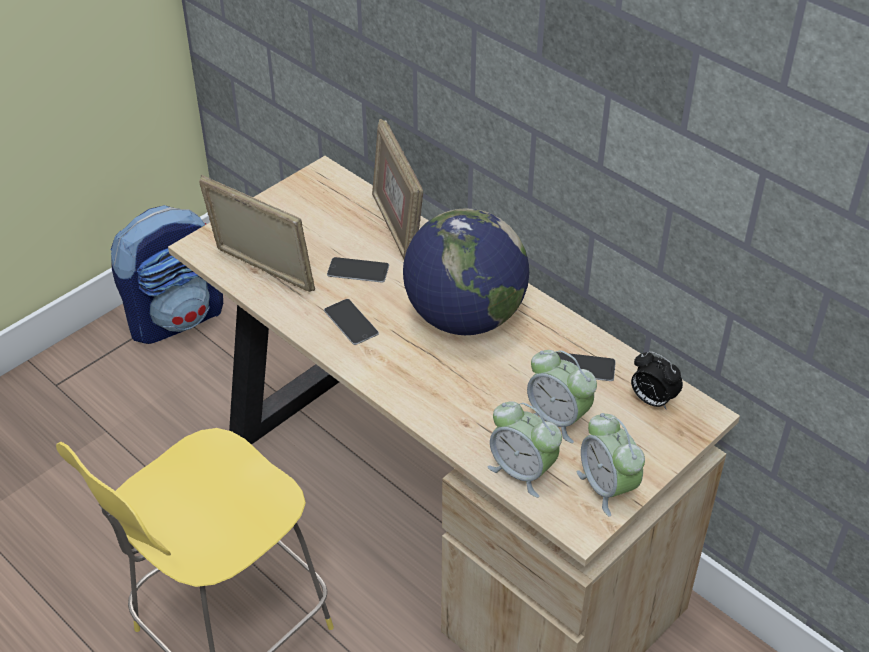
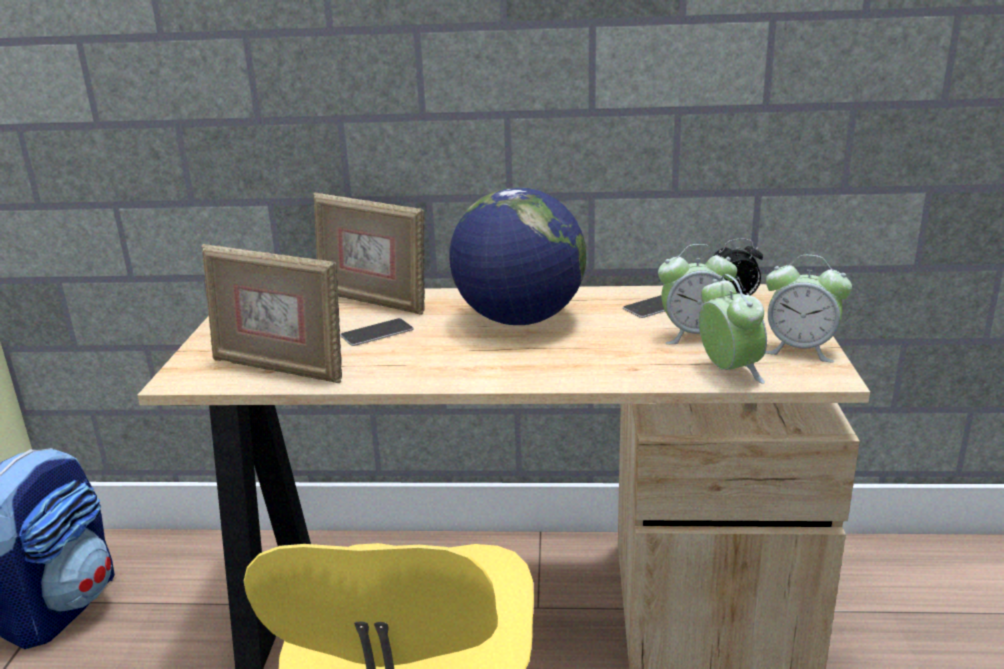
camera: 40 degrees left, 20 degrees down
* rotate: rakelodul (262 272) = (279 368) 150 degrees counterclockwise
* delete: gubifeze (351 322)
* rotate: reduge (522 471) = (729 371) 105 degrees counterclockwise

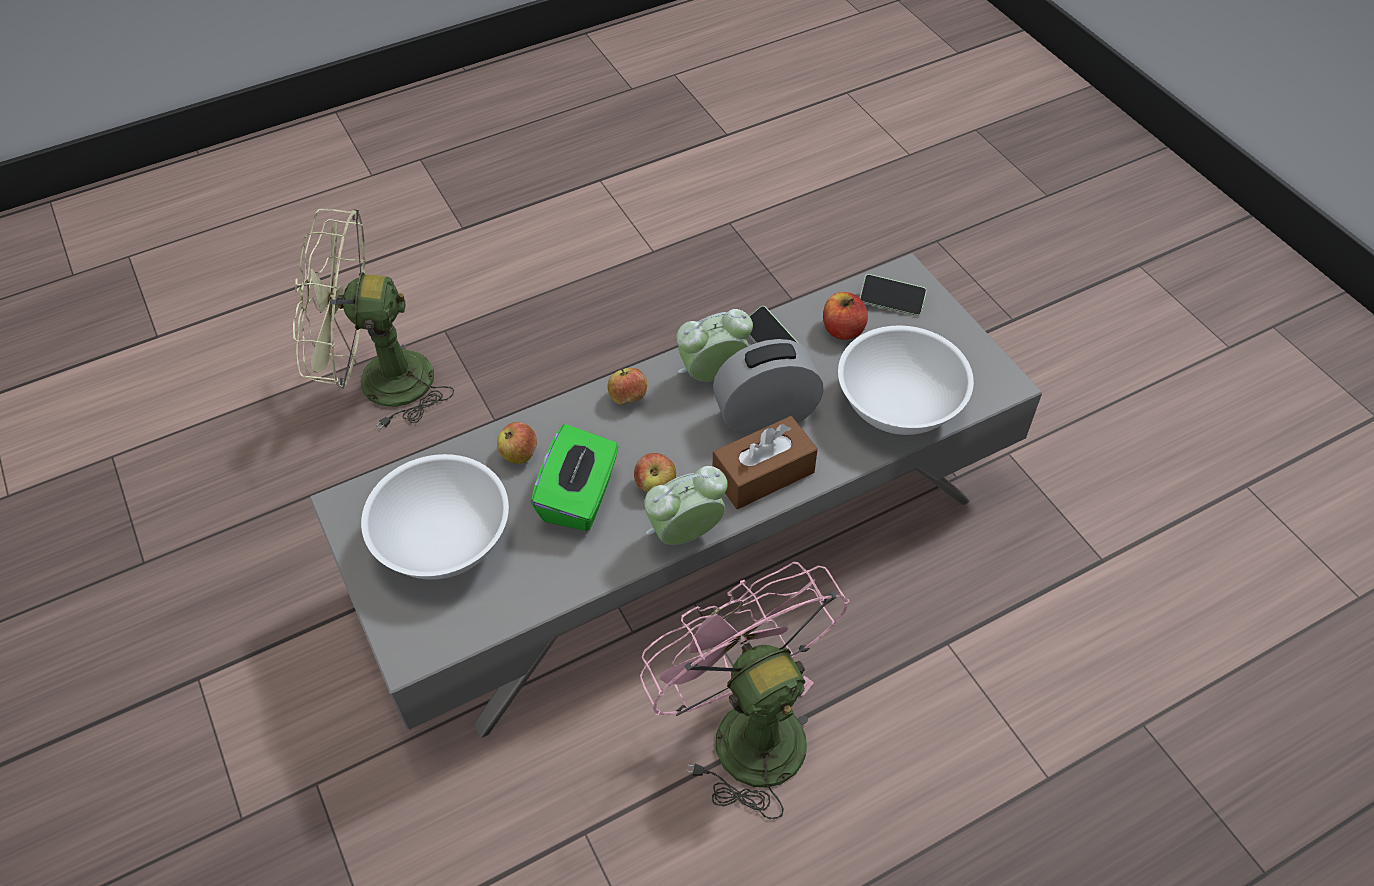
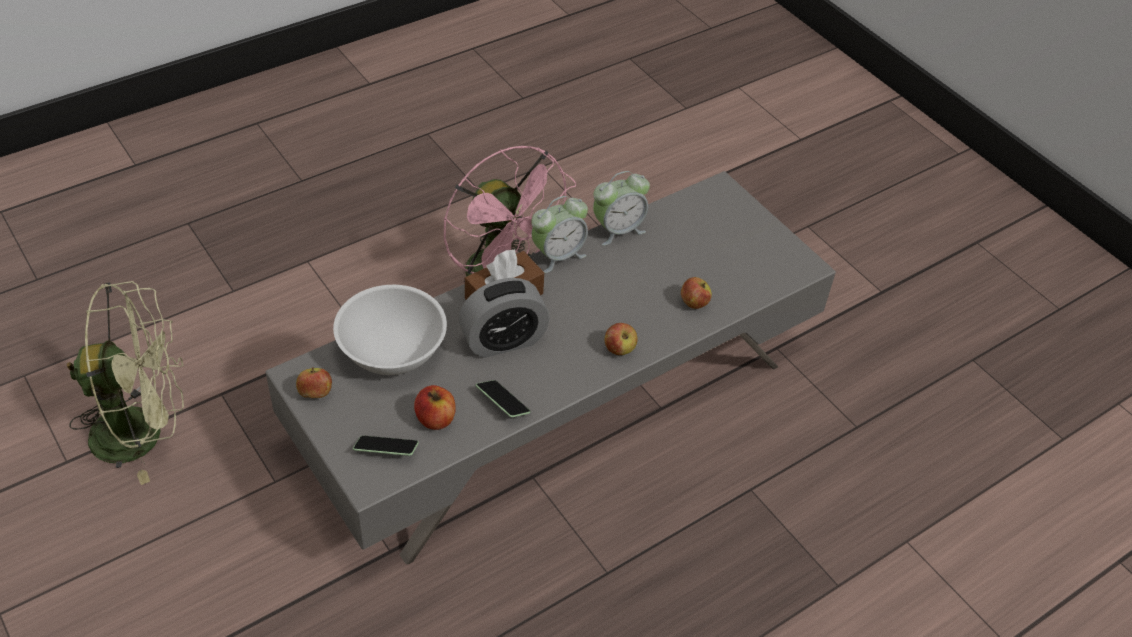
camera: 170 degrees right, 5 degrees down
* move: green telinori (379 383) to (143 432)
* move: reduge (713 375) to (618 230)
* delete: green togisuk (579 497)
* move: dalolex (655 485) to (315 393)
* delete: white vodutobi (444 540)

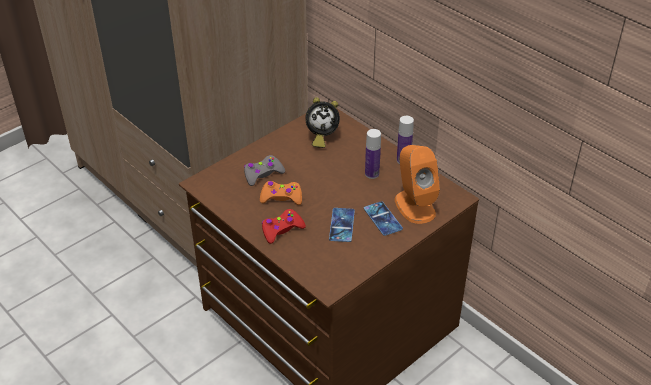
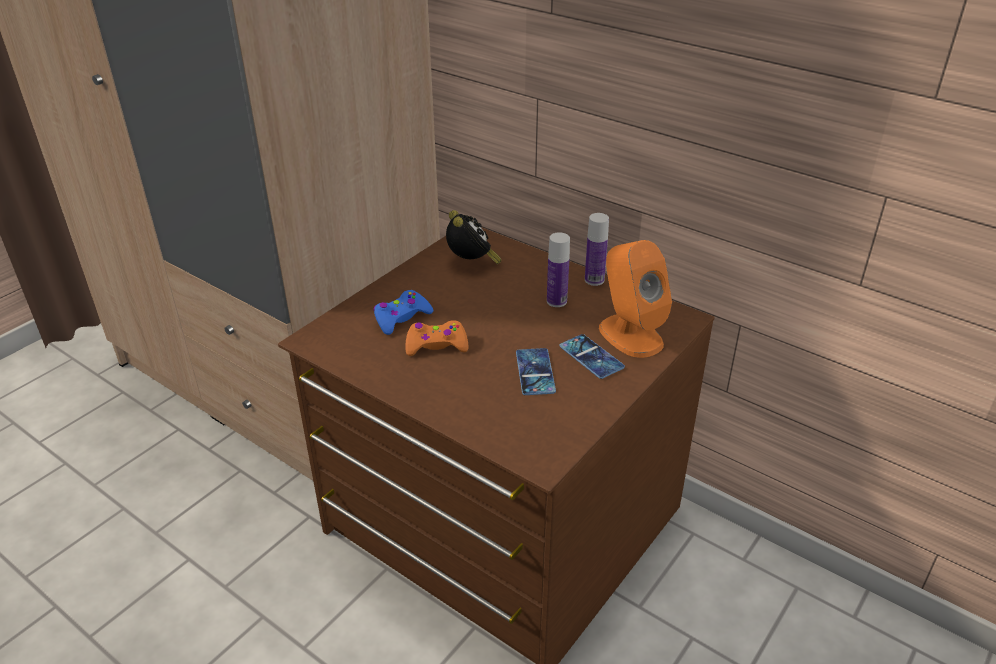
camera: 10 degrees left, 5 degrees down
* rotate: reduge (321 137) = (472 263) 90 degrees counterclockwise
* recolor: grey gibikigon (263 174) to blue gibikigon (401 318)
* delete: red gibikigon (282 230)

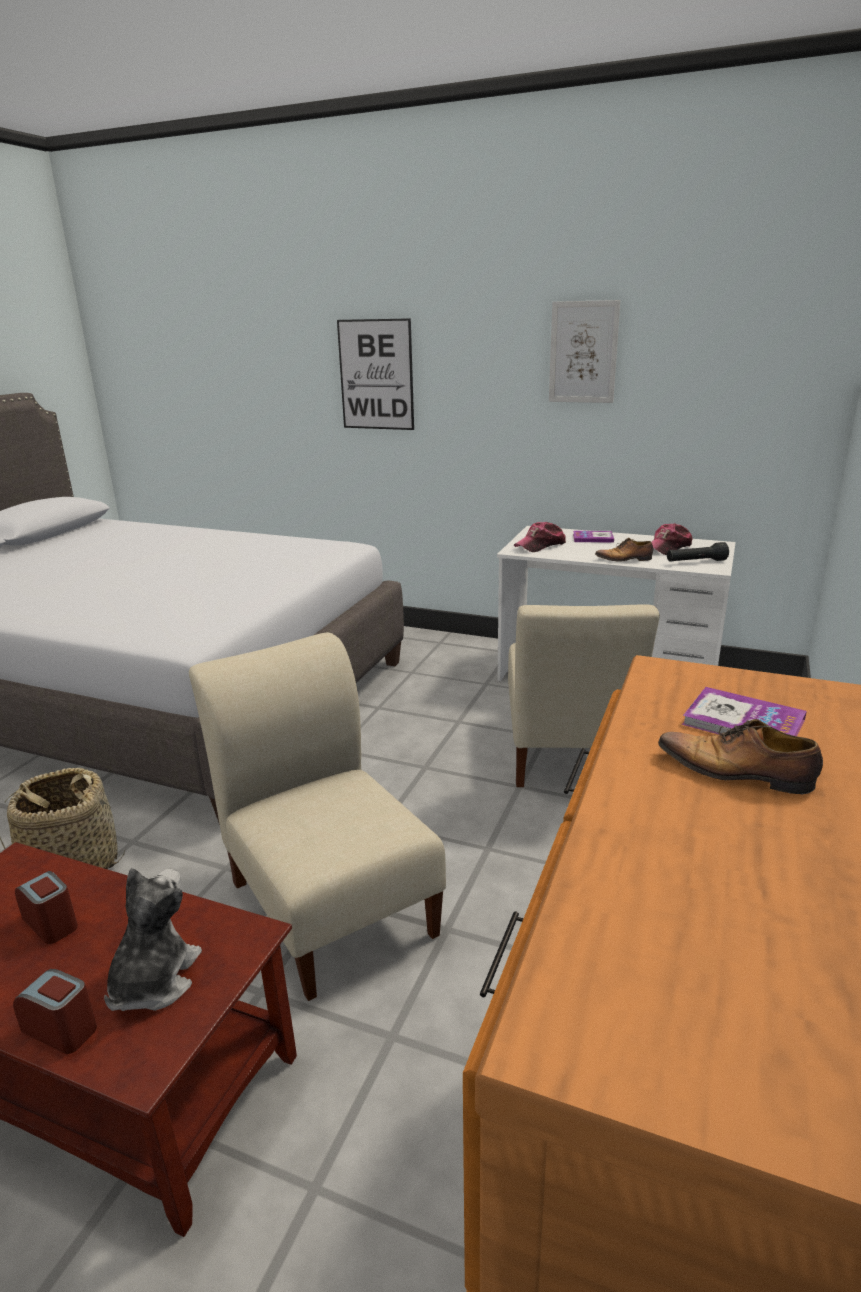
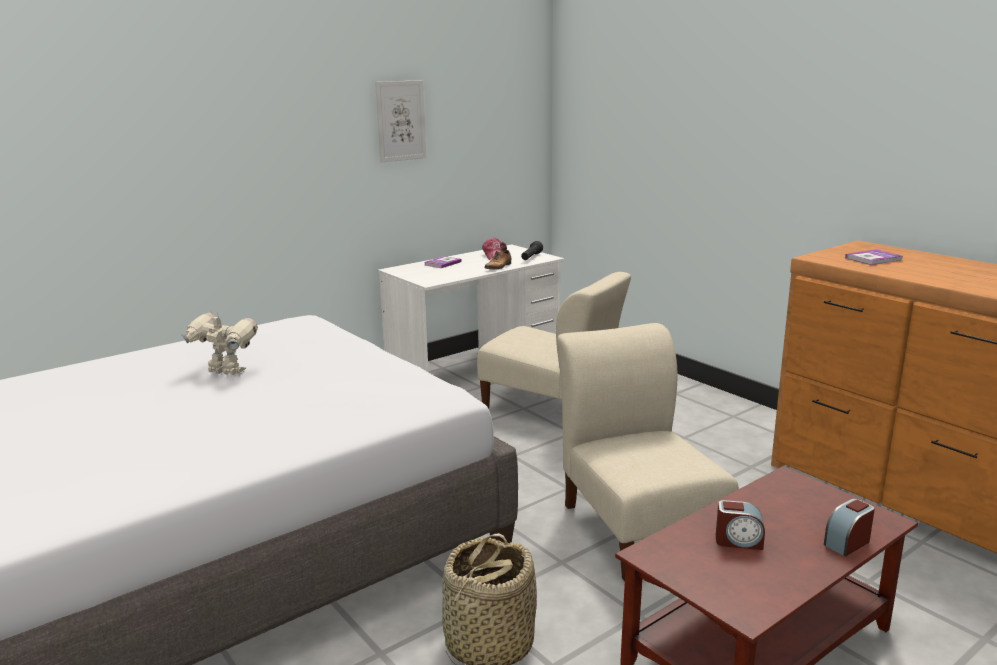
camera: 60 degrees left, 5 degrees down
* delete: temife (376 375)
* delete: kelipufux (540 545)
* rotate: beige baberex (329 901) = (638 527) 75 degrees clockwise
* delete: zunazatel (737 773)
* delete: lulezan (154 980)
* rotate: reduge (51 923) = (738 541) 150 degrees counterclockwise
* insert: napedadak (225 372)

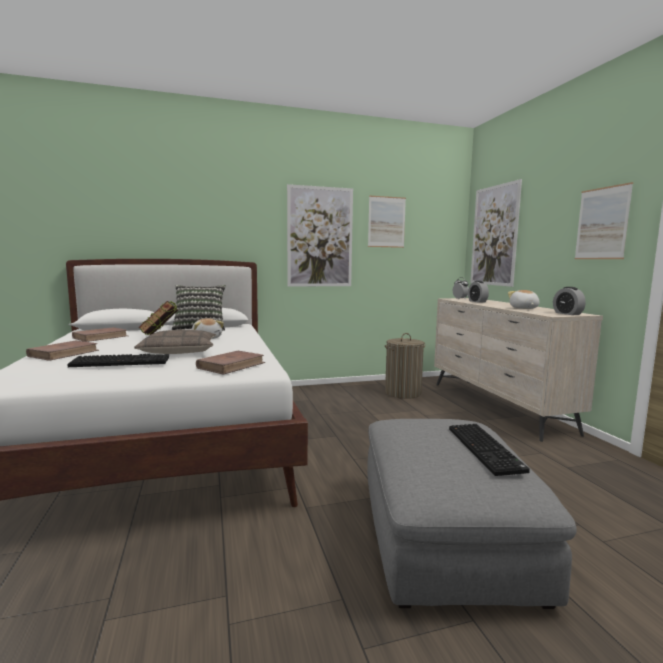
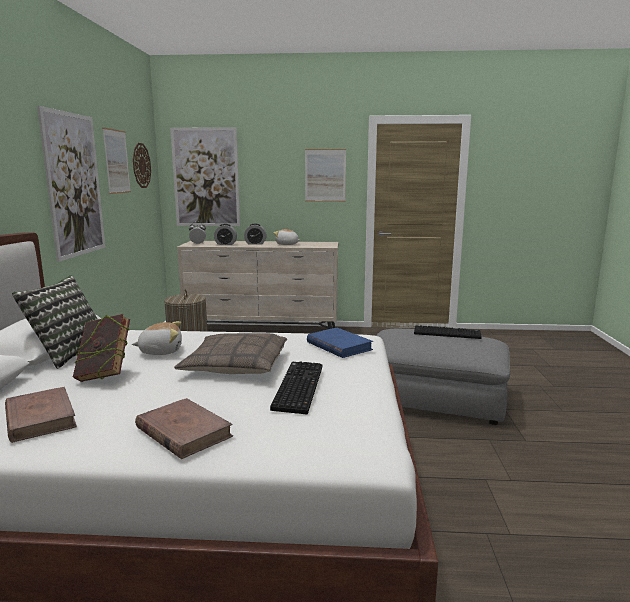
camera: 70 degrees left, 5 degrees up
* move: reduge (567 313) to (255 243)
* recolor: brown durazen (231 365) to blue durazen (339 346)
* insert: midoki (141 165)

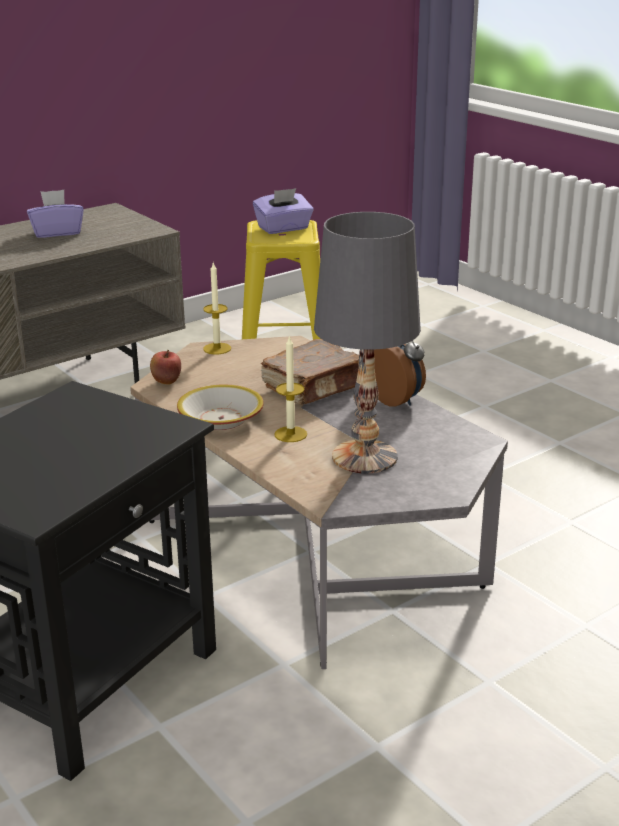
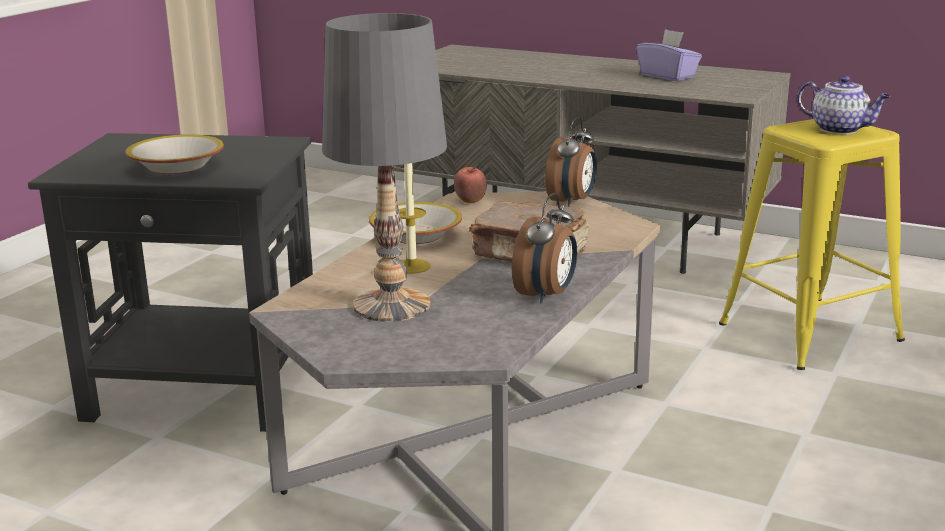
camera: 65 degrees right, 5 degrees down
* replace: purple togisuk (283 228) to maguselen (840 129)
* replace: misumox (217 348) to reduge (572 201)
* insert: vodutobi (177 166)

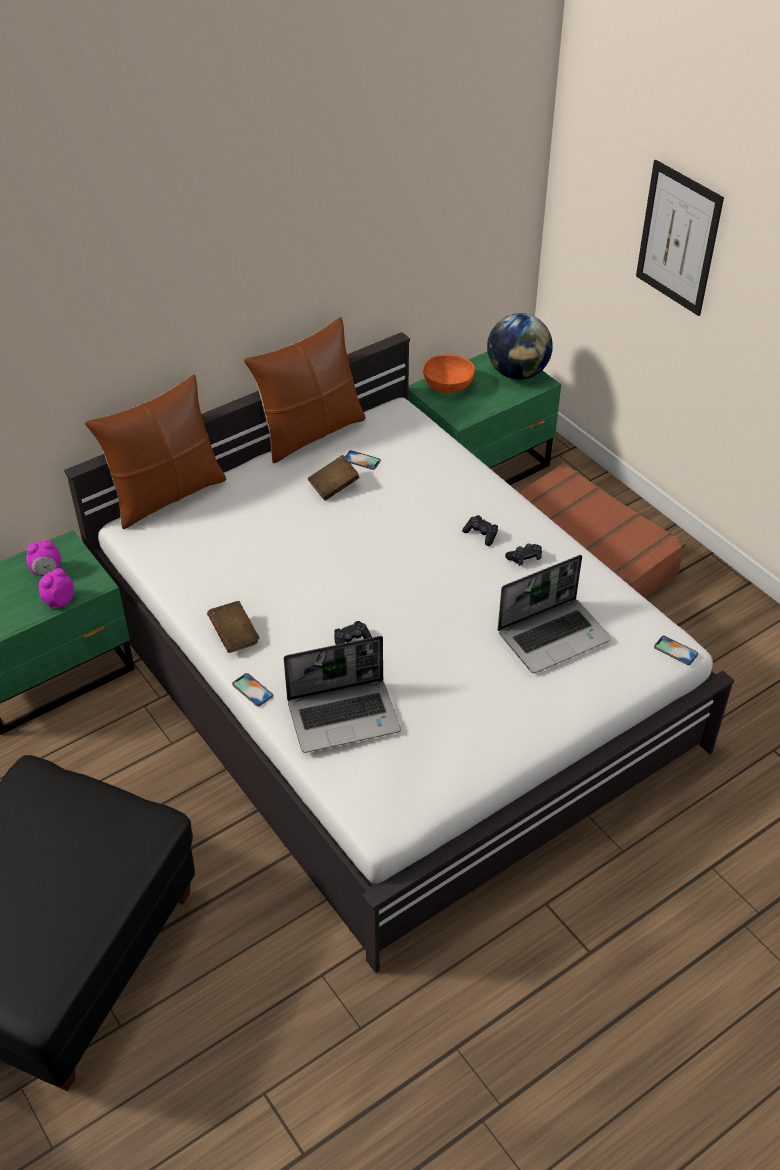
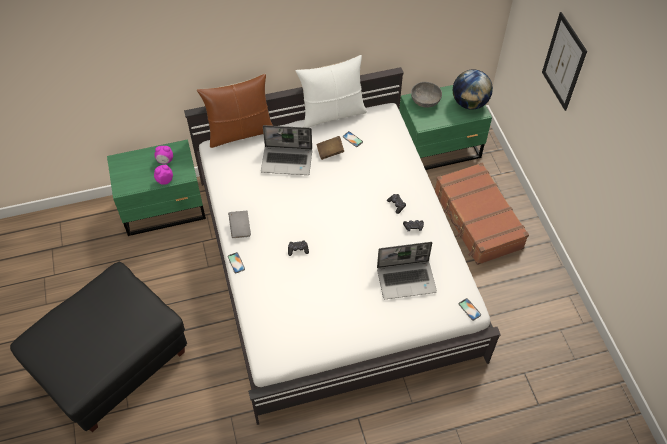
camera: 20 degrees right, 10 degrees up
* recolor: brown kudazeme (310 433) to white kudazeme (332 113)
* recolor: orange vodutobi (448 386) to grey vodutobi (425 101)
* recolor: brown durazen (234 636) to grey durazen (240 228)
* move: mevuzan (344 716) to (287 161)

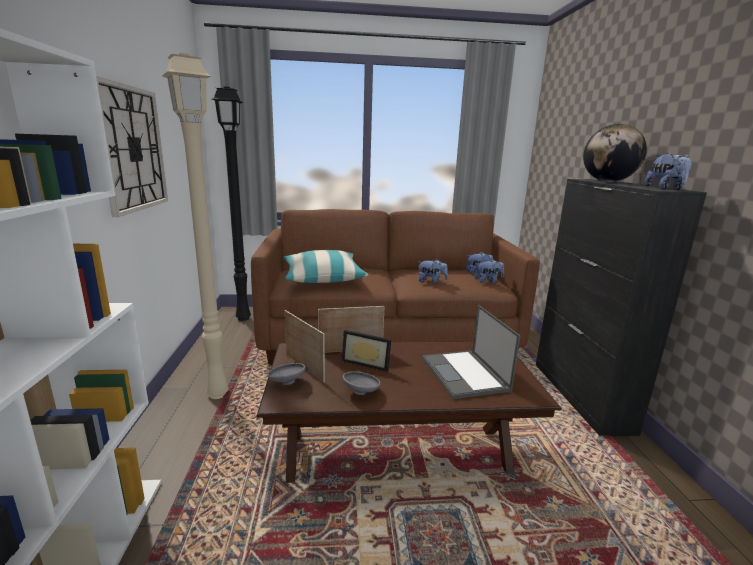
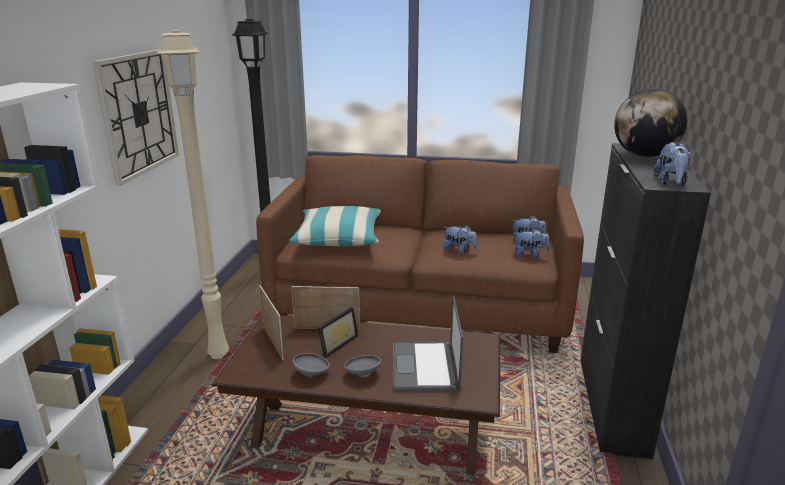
camera: 15 degrees right, 5 degrees up
* rotate: rakelodul (367 362) = (335 344) 90 degrees counterclockwise
* move: grey vodutobi (286 382) to (362 374)

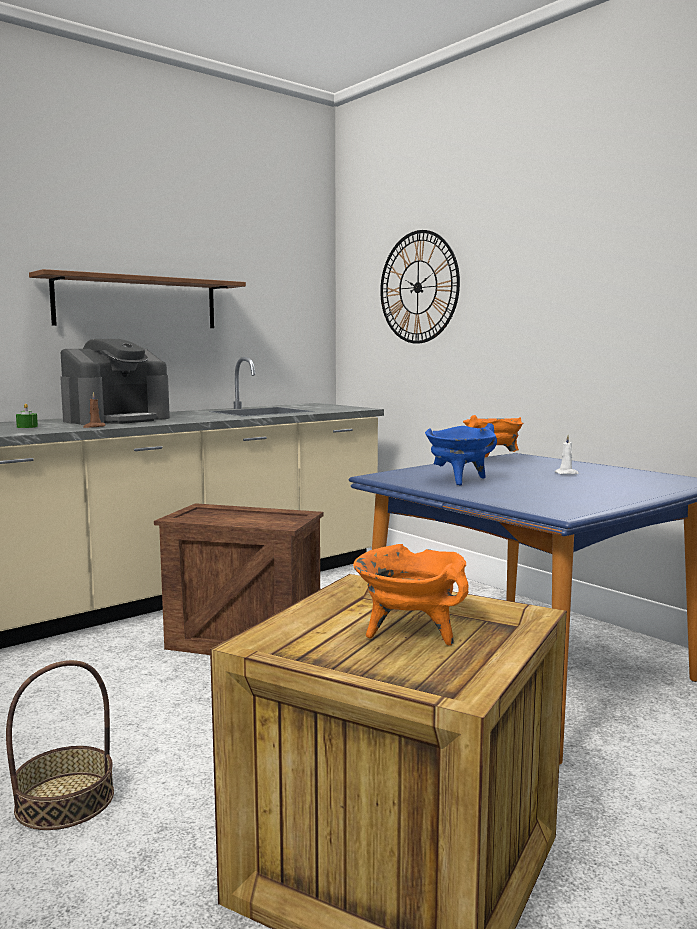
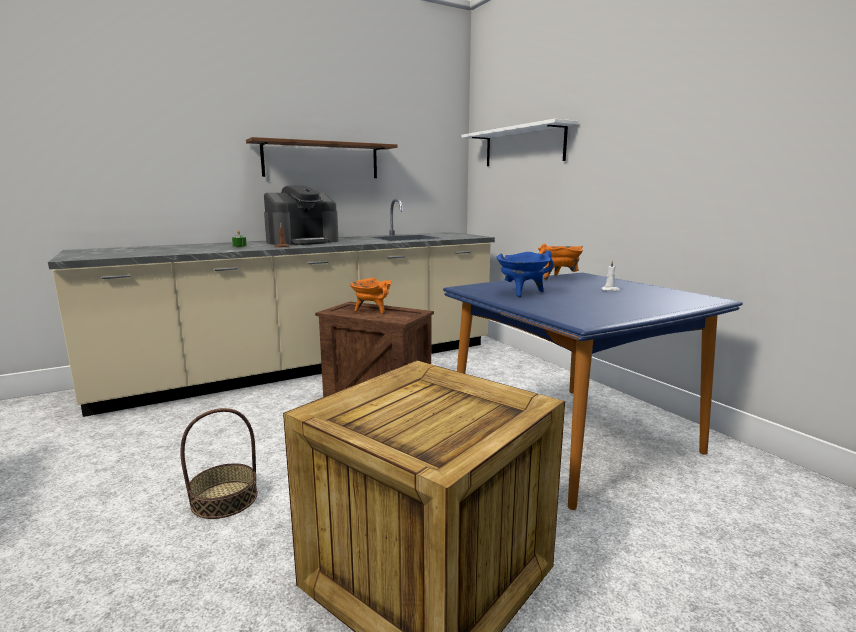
camera: 10 degrees right, 5 degrees up
* replace: midoki (418 287) to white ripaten (523 146)
* move: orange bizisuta (410 633) to (372 311)

